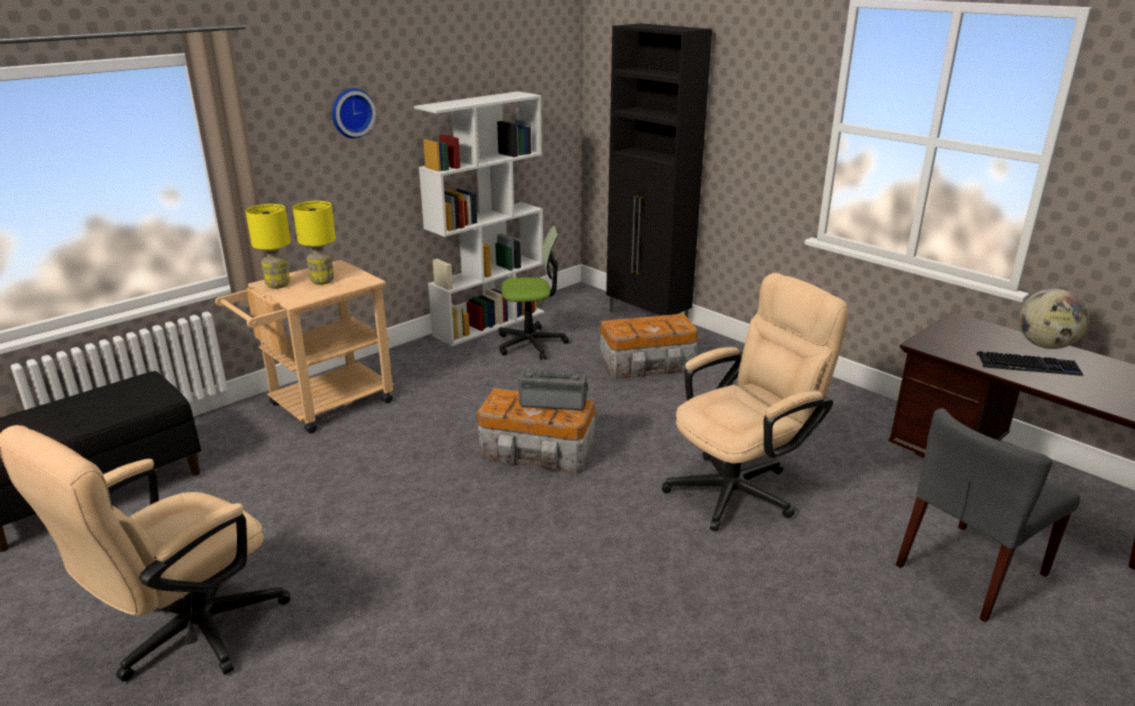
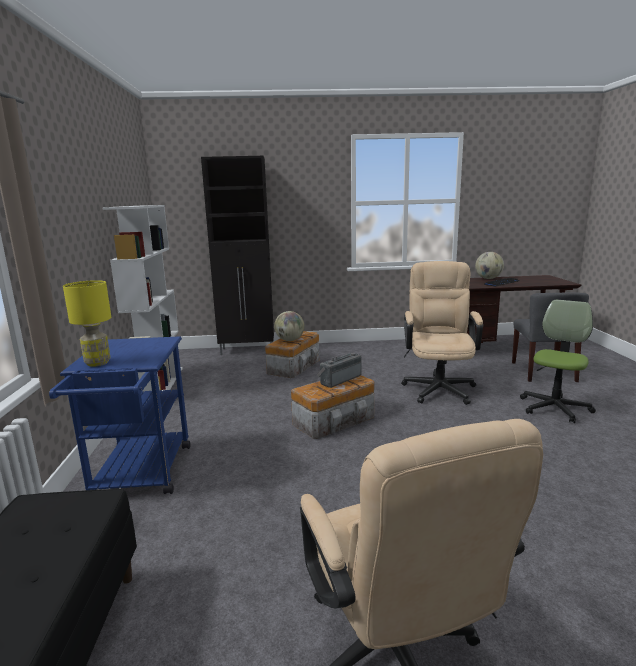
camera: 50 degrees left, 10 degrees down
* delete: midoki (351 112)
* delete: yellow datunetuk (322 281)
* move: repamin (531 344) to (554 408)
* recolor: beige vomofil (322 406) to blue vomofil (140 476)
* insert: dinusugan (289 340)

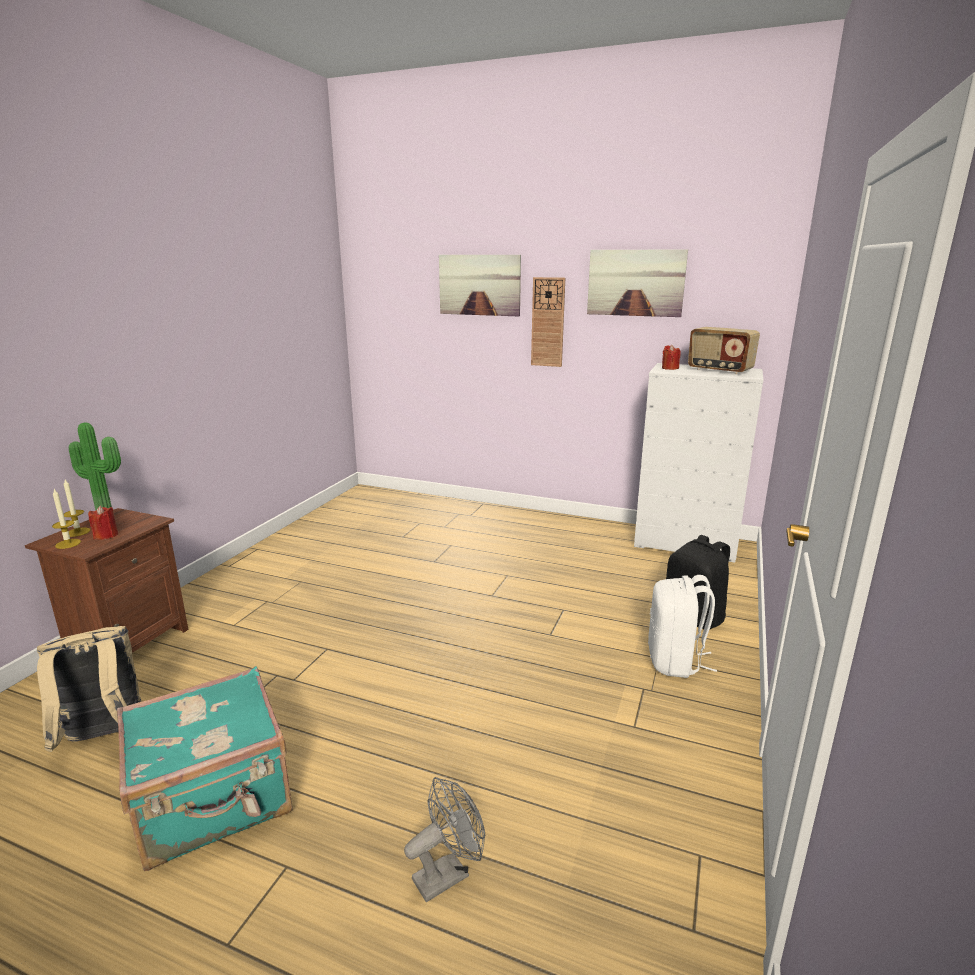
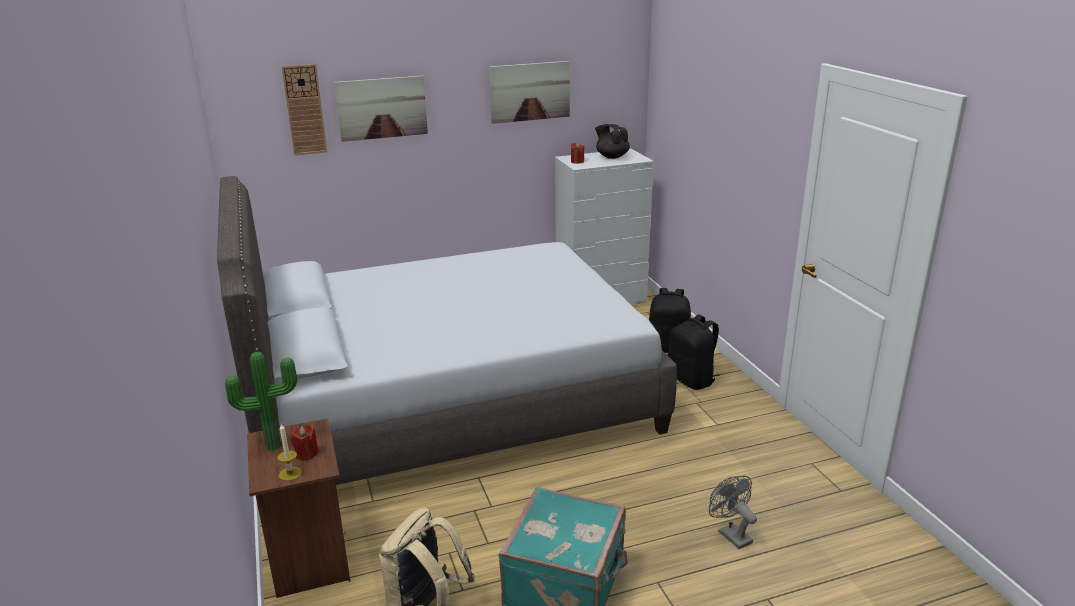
camera: 40 degrees left, 5 degrees up
* move: midoki (548 322) to (304 110)
* replace: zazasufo (719 370) to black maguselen (612 157)
* delete: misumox (78 532)
* recolor: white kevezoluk (675 661) to black kevezoluk (692 380)
* rotate: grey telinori (447 873) = (730 534) 45 degrees counterclockwise
* insert: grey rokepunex (450 402)

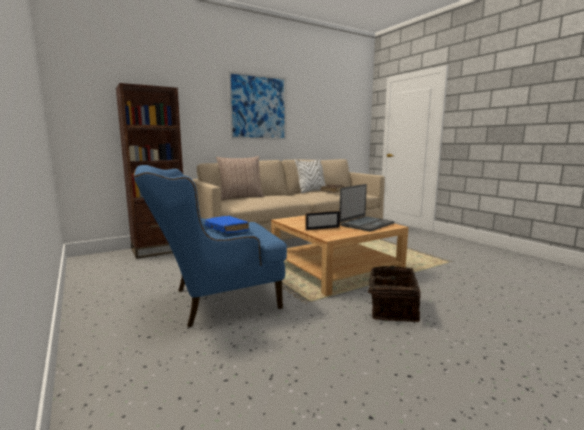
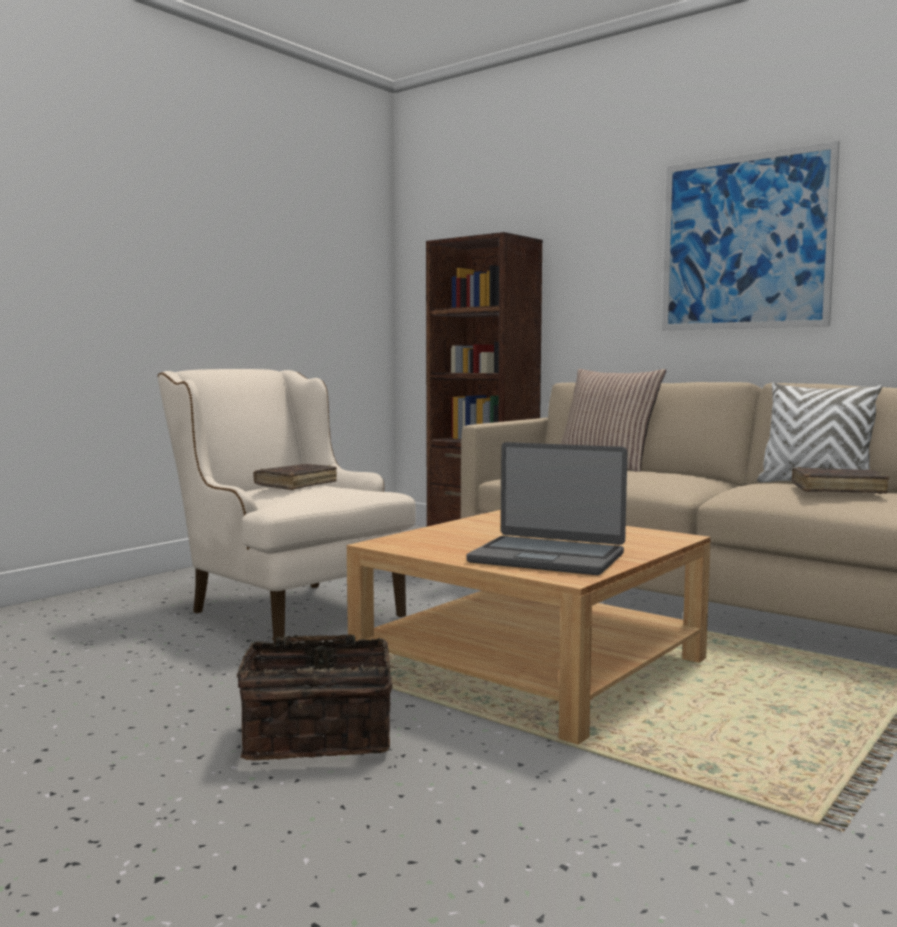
camera: 70 degrees right, 5 degrees down
* recolor: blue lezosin (214 301) to beige lezosin (286 609)
* delete: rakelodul (322 228)
* recolor: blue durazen (226 229) to brown durazen (296 485)

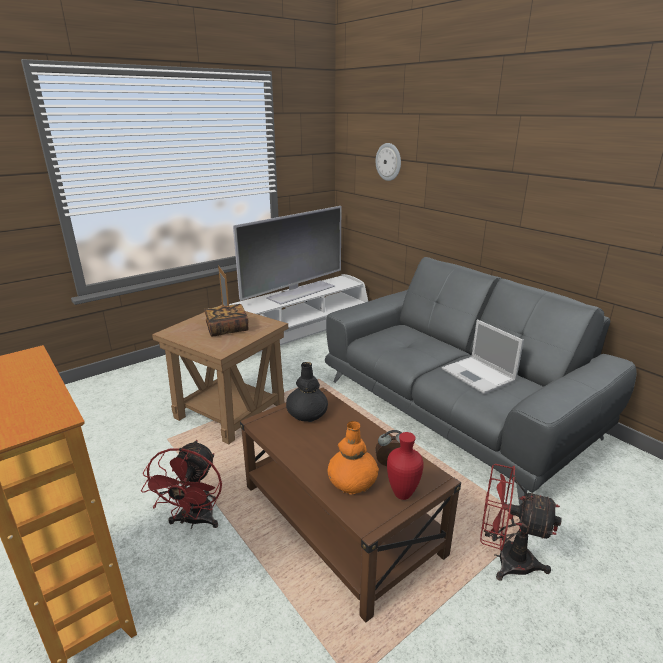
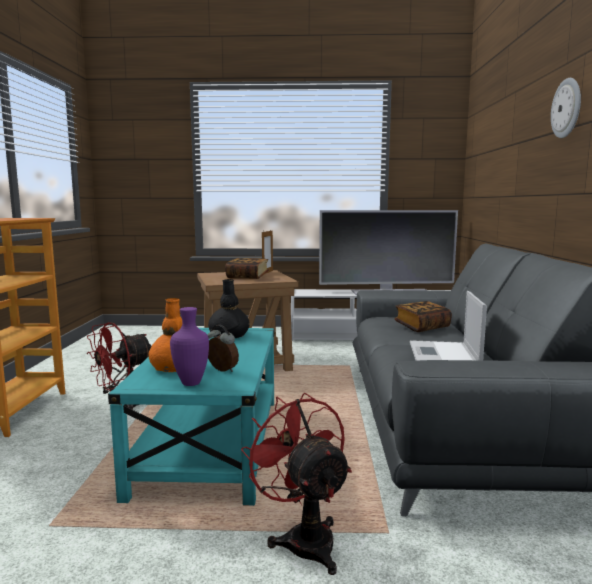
camera: 40 degrees right, 15 degrees down
* move: midoki (388 162) to (567 108)
* recolor: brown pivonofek (340 519) to turquoise pivonofek (211 444)
* recolor: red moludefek (402 495) to purple moludefek (189 383)
* insert: durazen (422 327)

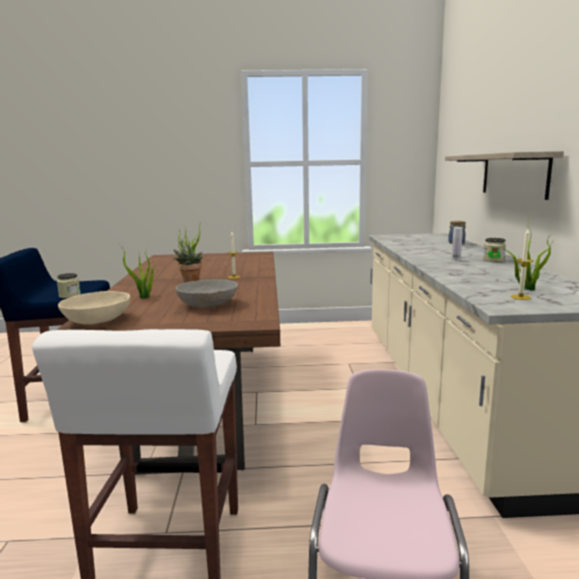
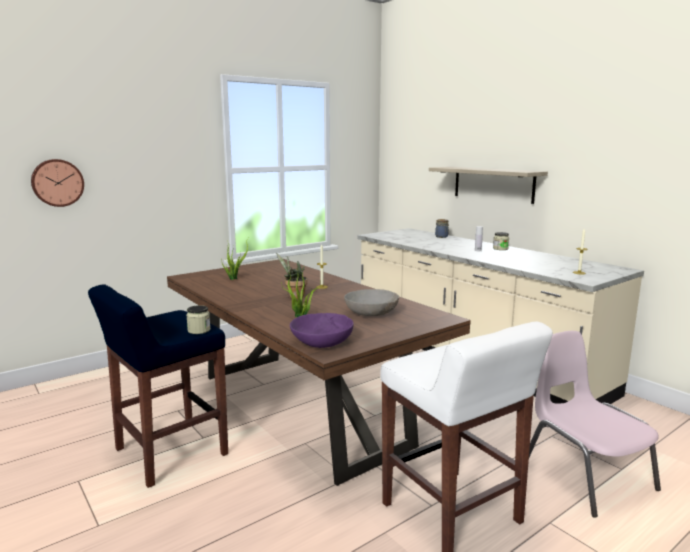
camera: 35 degrees left, 0 degrees up
* delete: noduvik (526 288)
* recolor: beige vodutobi (97 320) to purple vodutobi (321 342)
* insert: midoki (57 182)

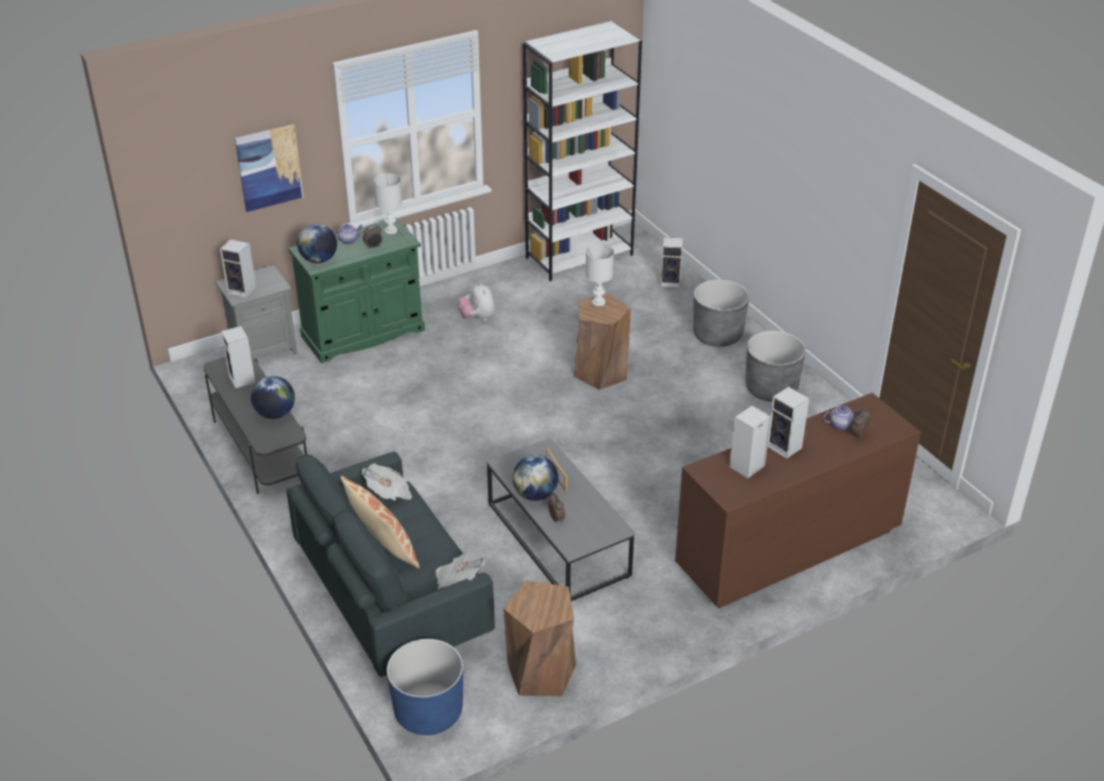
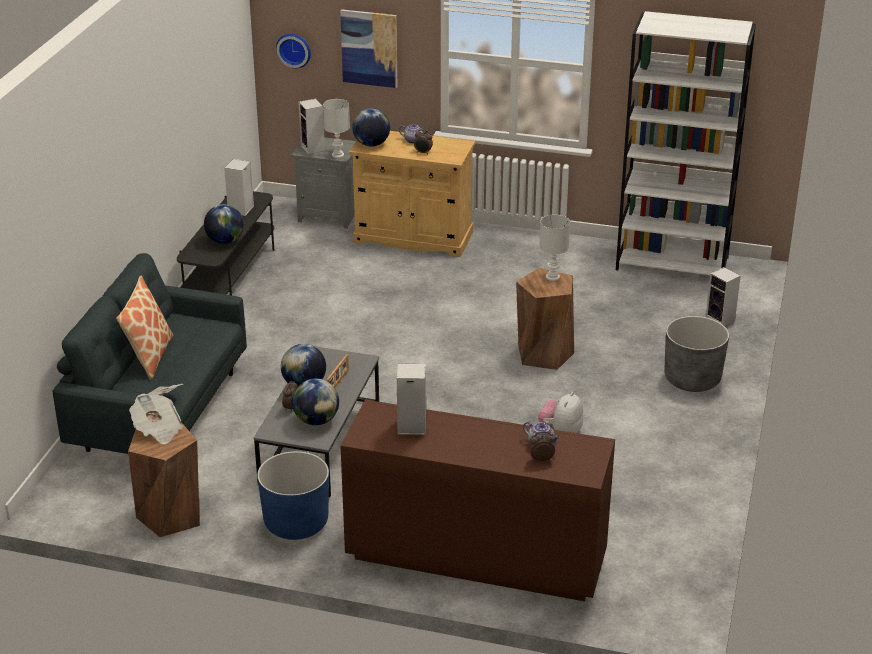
camera: 45 degrees right, 5 degrees down
* move: white datunetuk (391 230) to (338 155)
* recolor: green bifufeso (363 333) to beige bifufeso (413 237)
* move: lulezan (478 318) to (561 431)
* delete: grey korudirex (771 389)
* delete: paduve (785 447)
* move: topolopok (389 492) to (157 430)
* move: blue korudirex (428 712) to (296 522)
* insert: midoki (294 49)
* insert: dinusugan (316 420)

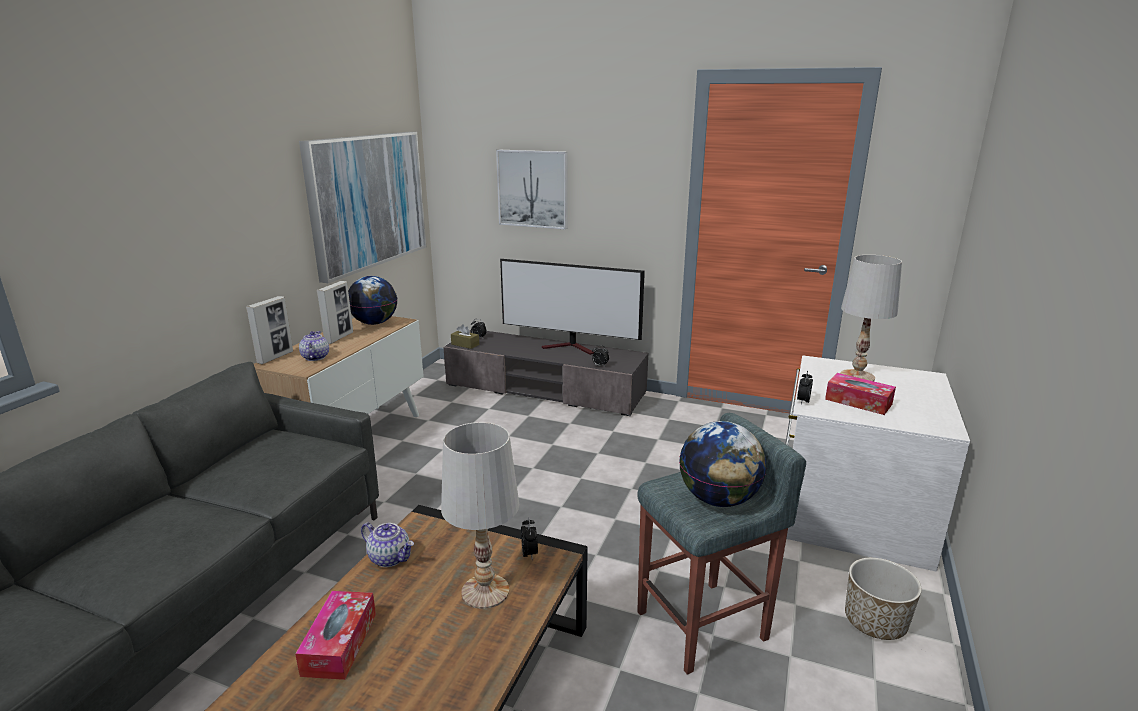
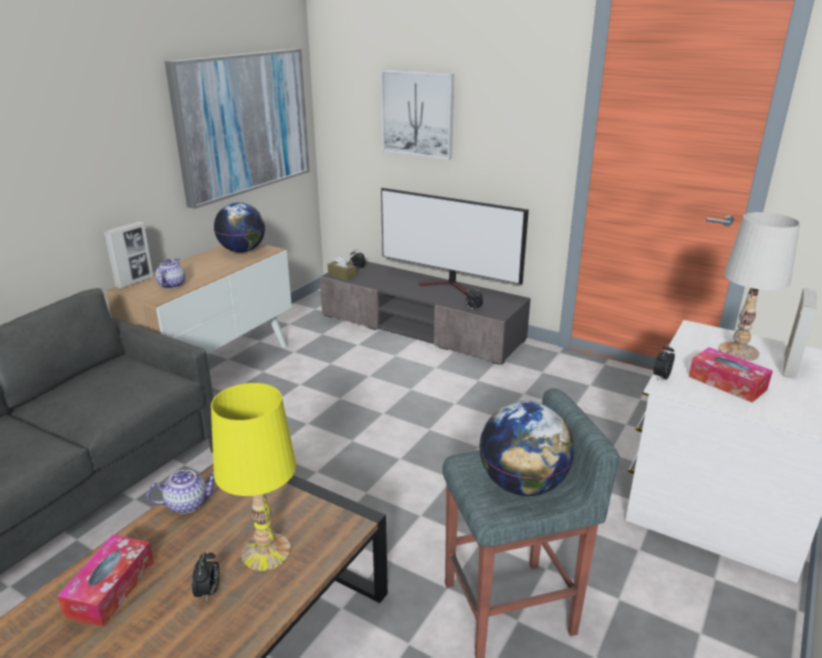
camera: 10 degrees right, 5 degrees up
* move: rakelodul (339 338) to (789 366)
* recolor: white datunetuk (484 592) to yellow datunetuk (265 552)
* move: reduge (529 554) to (208 592)
* rotate: maguselen (390 558) = (187 503) 60 degrees counterclockwise
* delete: korudirex (874 622)

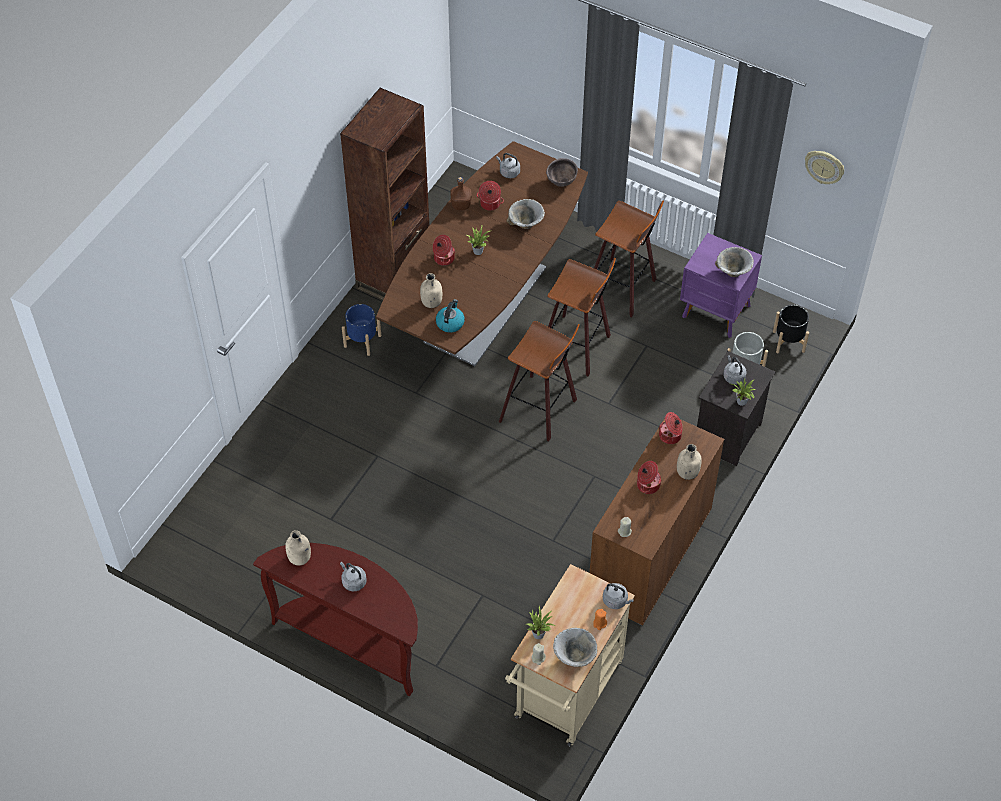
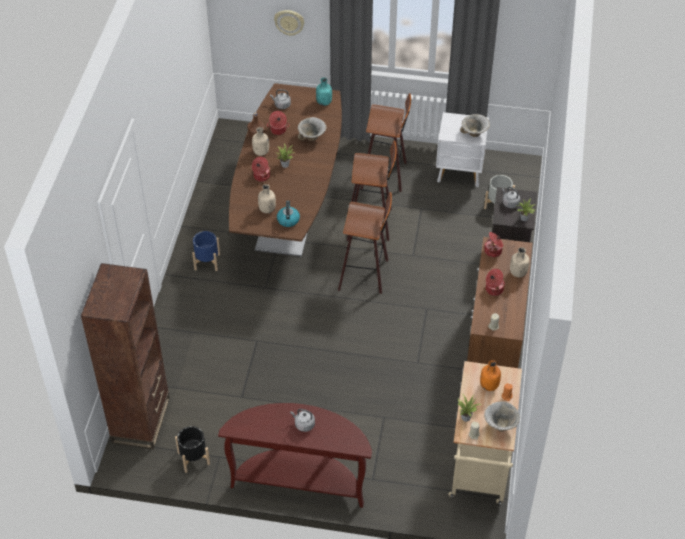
camera: 20 degrees left, 5 degrees down
* move: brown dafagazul (394 275) to (141 420)
* move: midoki (824 167) to (289 22)
* replace: brown vodutobi (561 182) to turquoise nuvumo (324 102)
* recolor: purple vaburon (716 312) to white vaburon (460 172)
* move: black korudirex (788 341) to (193 458)
* move: beige nuvumo (300 558) to (261 152)
* delete: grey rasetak (616 601)
* insert: orange nuvumo (489 385)

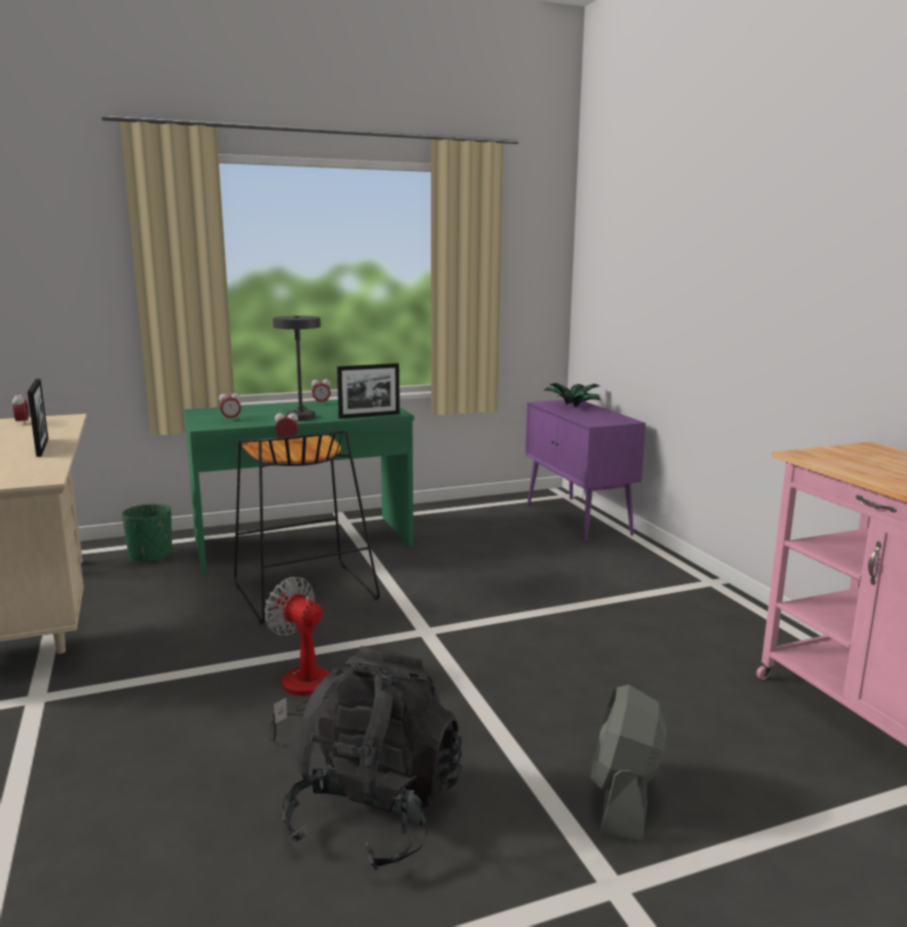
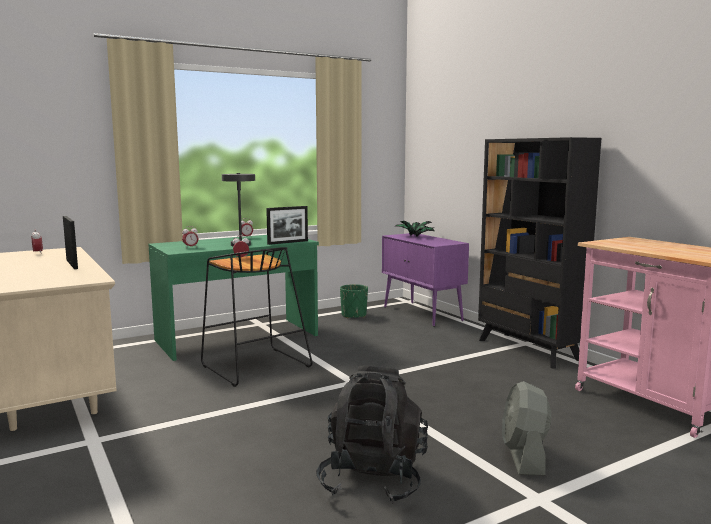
camera: 10 degrees left, 5 degrees down
* move: green korudirex (151 555) to (354 315)
* delete: telinori (301 692)
* insert: black dafagazul (528 350)

